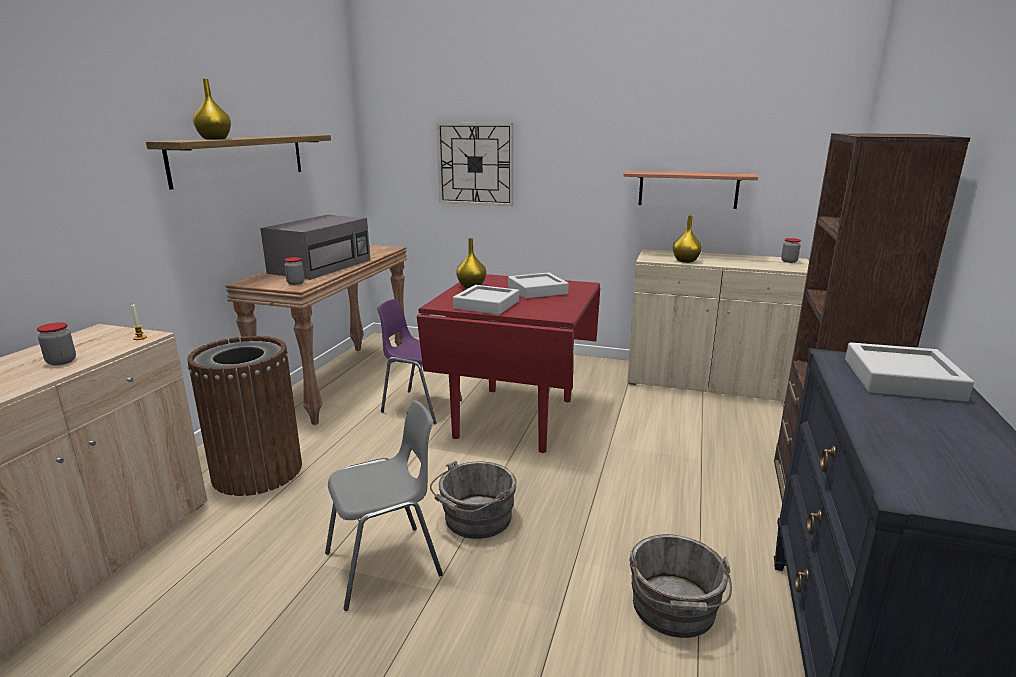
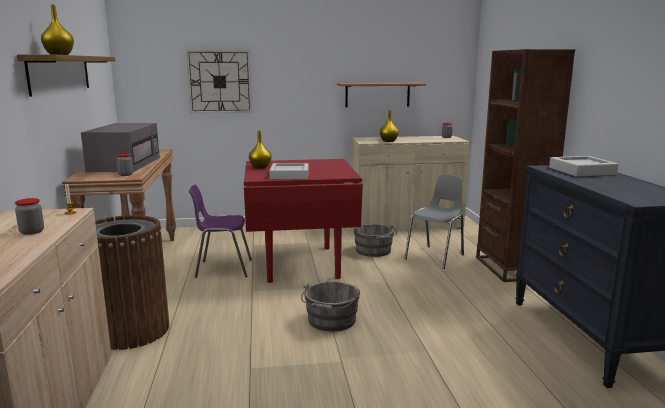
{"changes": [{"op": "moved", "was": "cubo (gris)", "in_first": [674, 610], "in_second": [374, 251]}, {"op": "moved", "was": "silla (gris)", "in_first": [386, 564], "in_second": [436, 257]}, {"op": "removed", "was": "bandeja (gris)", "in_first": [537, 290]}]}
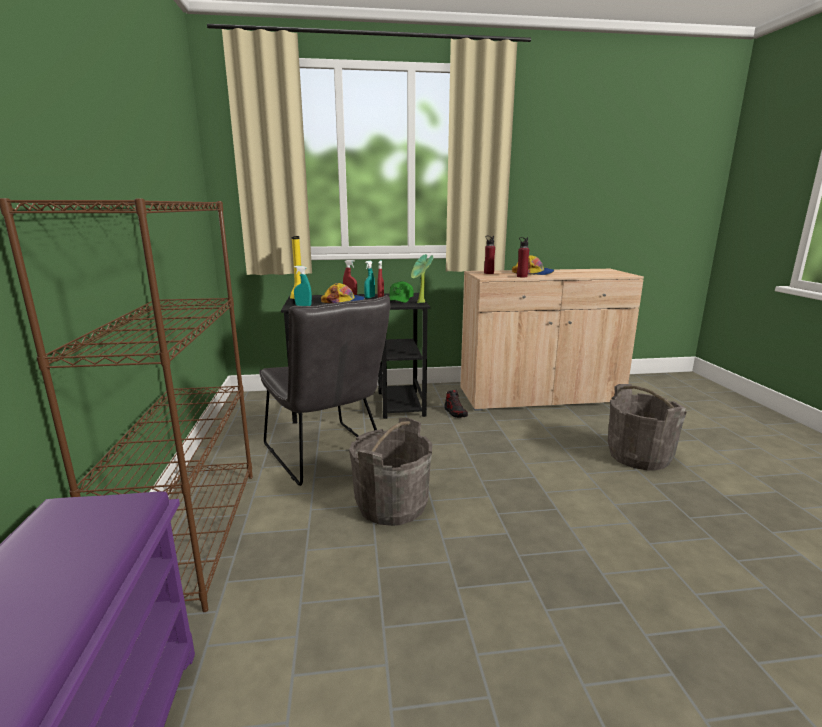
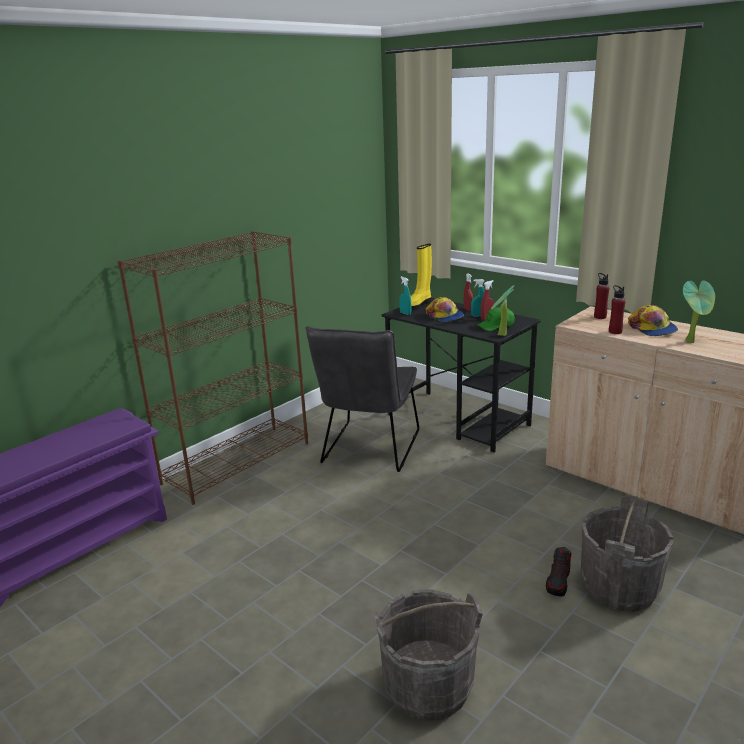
{"changes": [{"op": "moved", "was": "cubo (gris)", "in_first": [392, 505], "in_second": [428, 686]}, {"op": "moved", "was": "zapato", "in_first": [455, 412], "in_second": [558, 582]}, {"op": "added", "now": "planta en maceta", "in_second": [692, 341]}]}
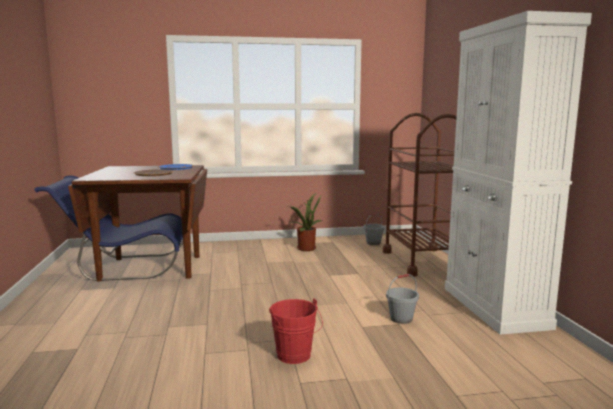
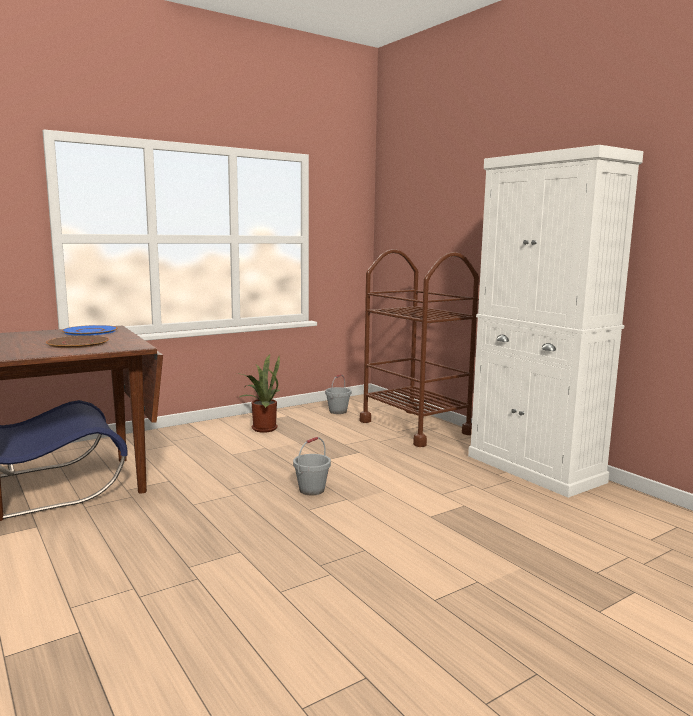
{"changes": [{"op": "moved", "was": "cubo (gris)", "in_first": [401, 319], "in_second": [311, 490]}, {"op": "removed", "was": "cubo (rojo)", "in_first": [295, 357]}]}
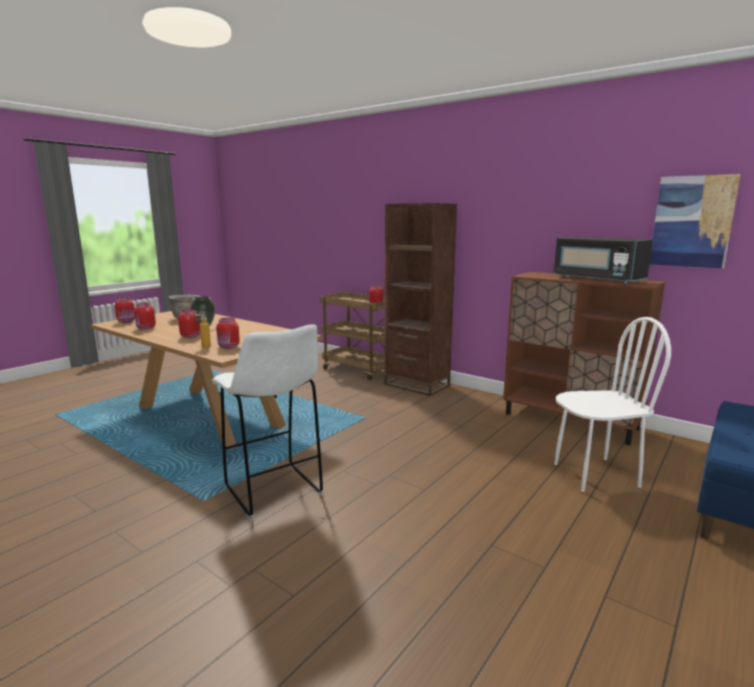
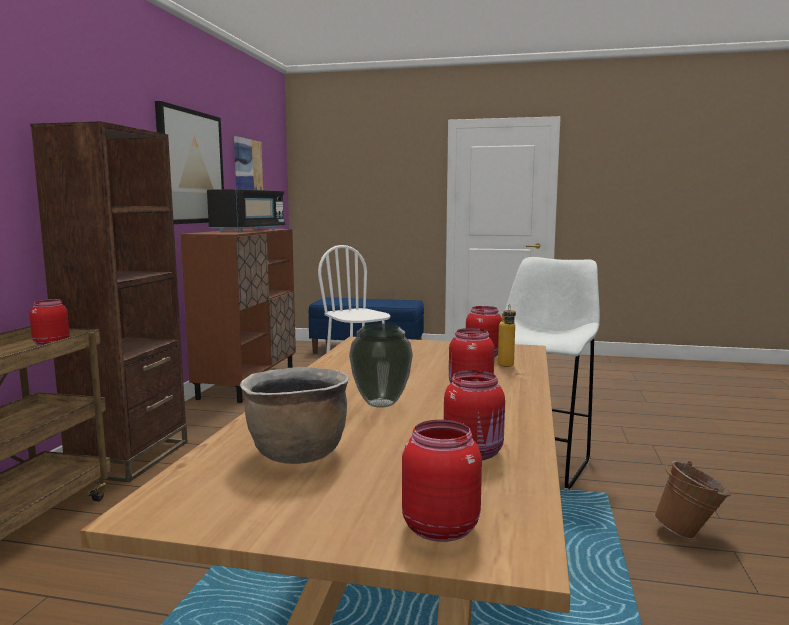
{"changes": [{"op": "added", "now": "cuadro", "in_second": [191, 167]}, {"op": "added", "now": "cubo (marrón)", "in_second": [689, 534]}]}
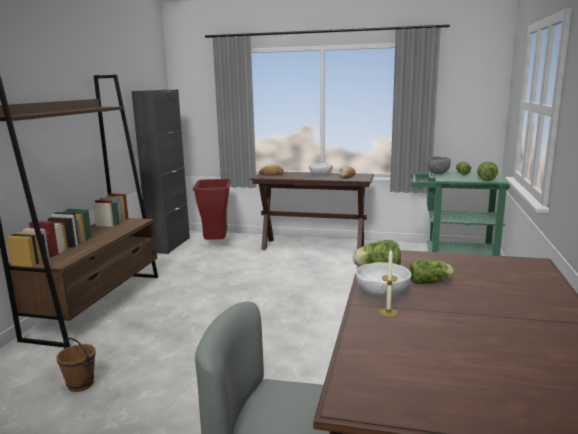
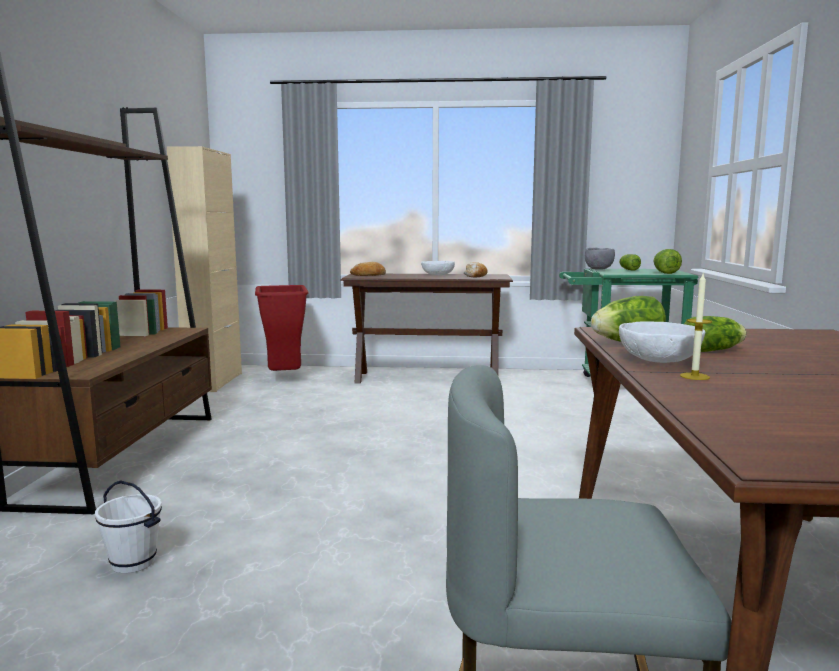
{"changes": [{"op": "recoloured", "was": "cubo (marrón)", "now": "cubo (blanco)", "in_first": [81, 384], "in_second": [134, 562]}, {"op": "recoloured", "was": "armario (negro)", "now": "armario (beis)", "in_first": [169, 245], "in_second": [214, 382]}]}
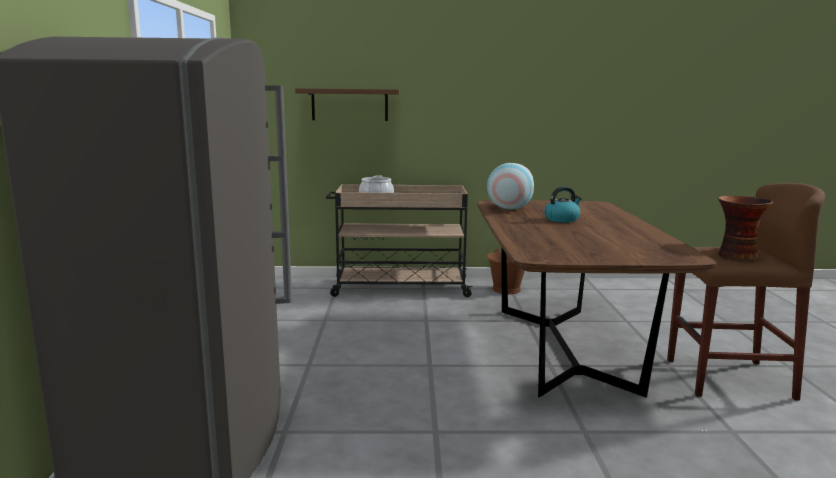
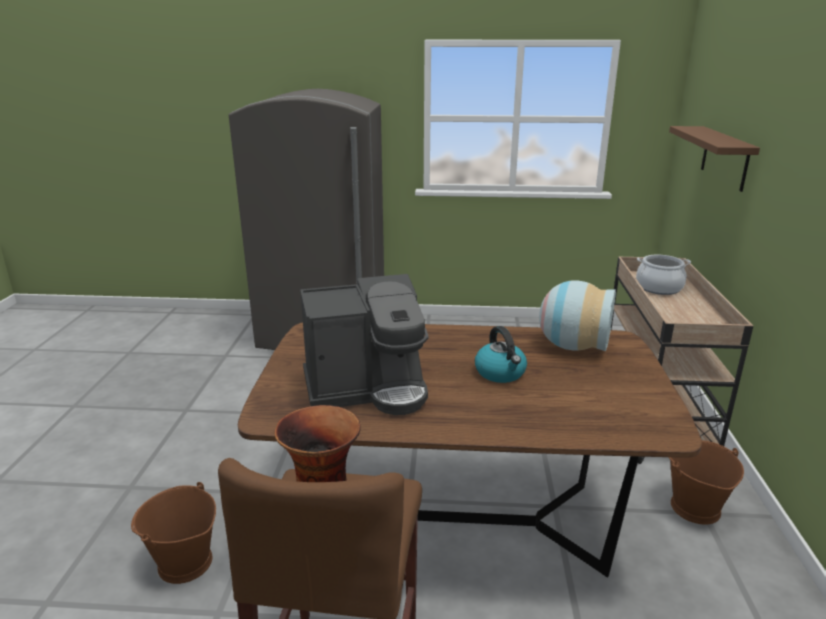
{"changes": [{"op": "added", "now": "cubo (marrón)", "in_second": [184, 563]}, {"op": "added", "now": "cafetera", "in_second": [368, 388]}]}
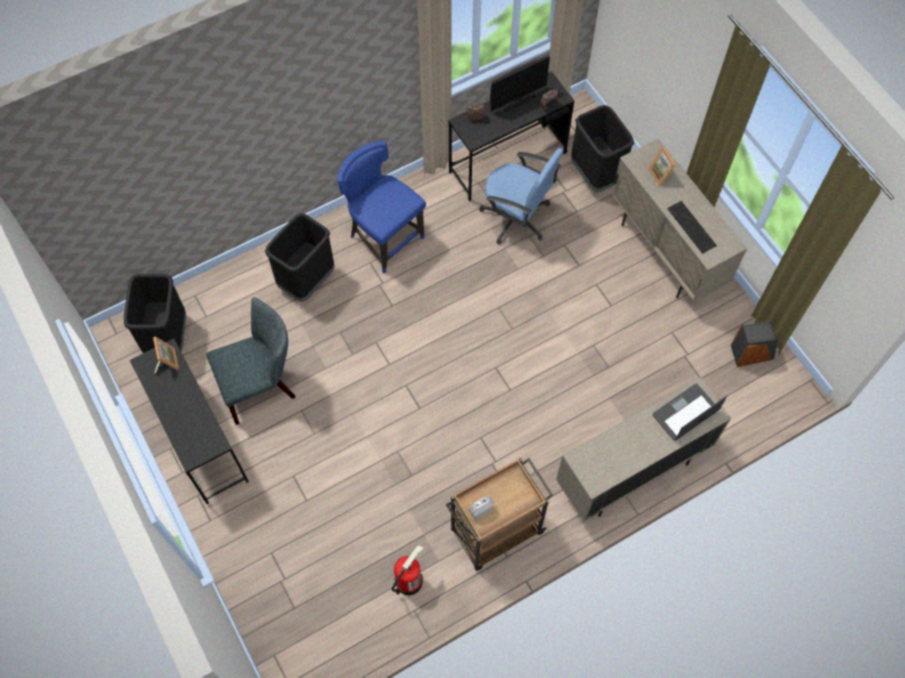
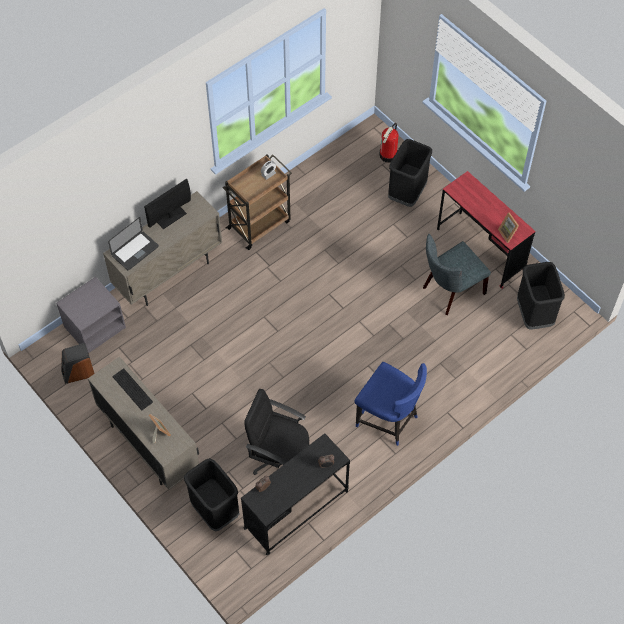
{"changes": [{"op": "added", "now": "mesita de noche (gris)", "in_second": [95, 326]}, {"op": "moved", "was": "monitor", "in_first": [517, 99], "in_second": [171, 217]}, {"op": "recoloured", "was": "silla de oficina (azul)", "now": "silla de oficina (negro)", "in_first": [516, 218], "in_second": [280, 457]}, {"op": "moved", "was": "extintor", "in_first": [408, 580], "in_second": [388, 155]}, {"op": "moved", "was": "papelera (negro)", "in_first": [306, 280], "in_second": [407, 194]}, {"op": "recoloured", "was": "escritorio (negro)", "now": "escritorio (rojo)", "in_first": [200, 439], "in_second": [480, 249]}]}
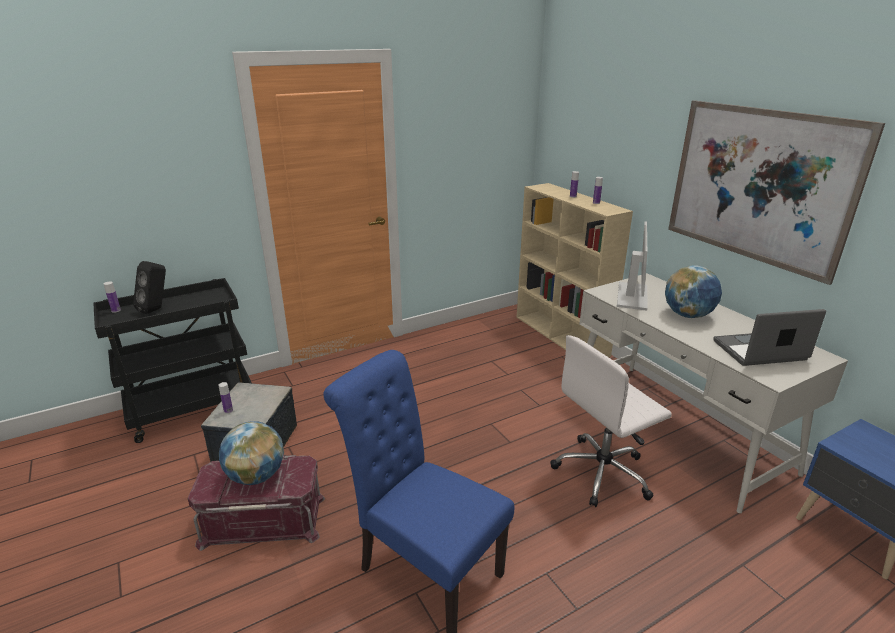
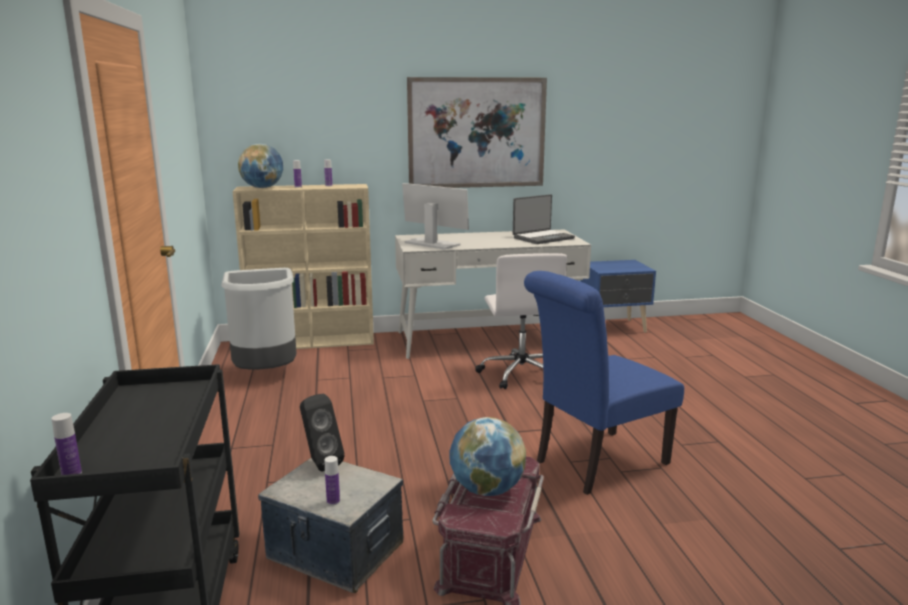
{"changes": [{"op": "added", "now": "papelera (gris)", "in_second": [266, 374]}, {"op": "moved", "was": "globo terráqueo", "in_first": [688, 315], "in_second": [263, 188]}, {"op": "moved", "was": "altavoz (negro)", "in_first": [156, 309], "in_second": [320, 463]}, {"op": "turned", "was": "portátil", "in_first": [760, 351], "in_second": [542, 238], "clockwise": -135}]}
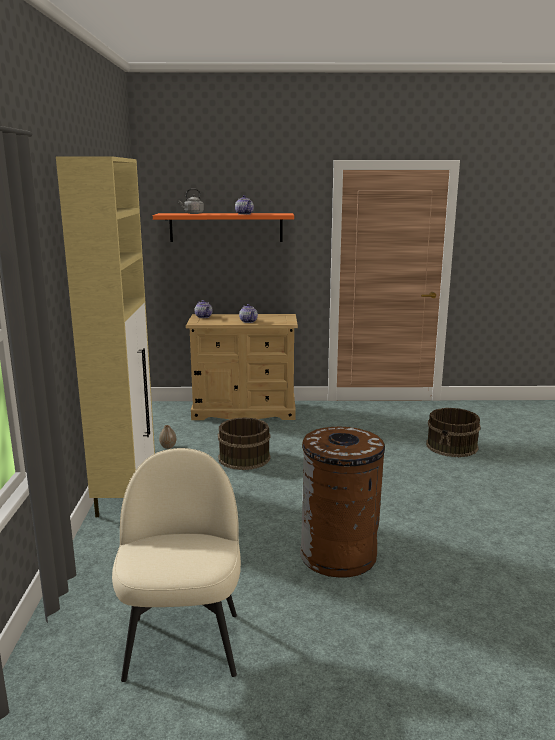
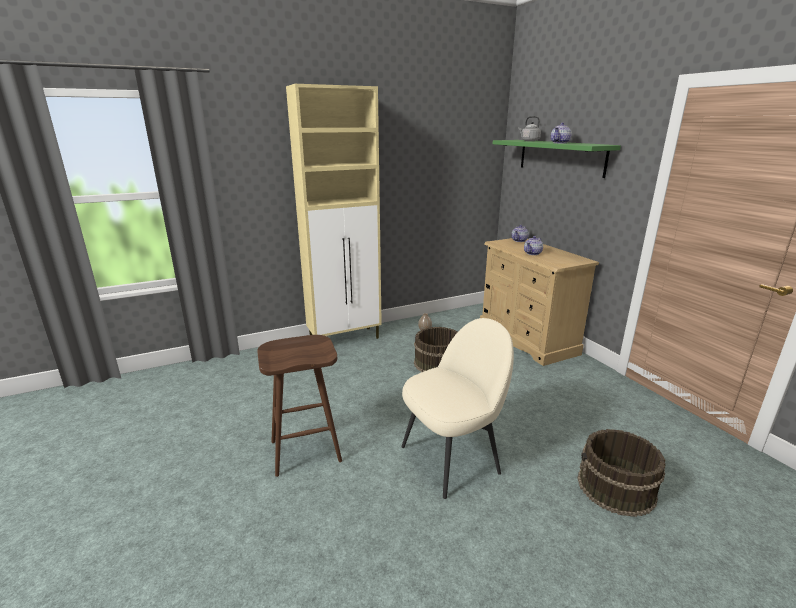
{"changes": [{"op": "replaced", "was": "papelera (marrón)", "now": "taburete (marrón)", "in_first": [338, 555], "in_second": [306, 450]}, {"op": "moved", "was": "silla (beis)", "in_first": [183, 642], "in_second": [452, 458]}, {"op": "recoloured", "was": "estante (naranja)", "now": "estante (verde)", "in_first": [226, 227], "in_second": [560, 157]}]}
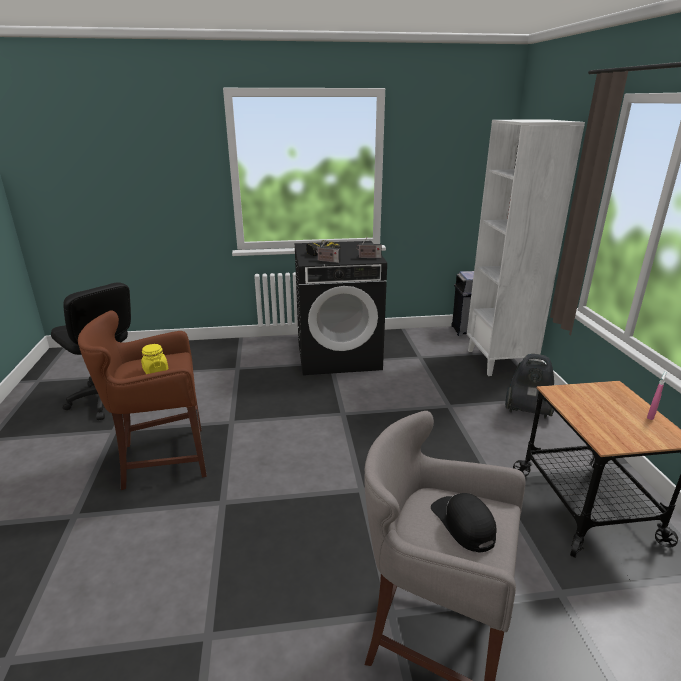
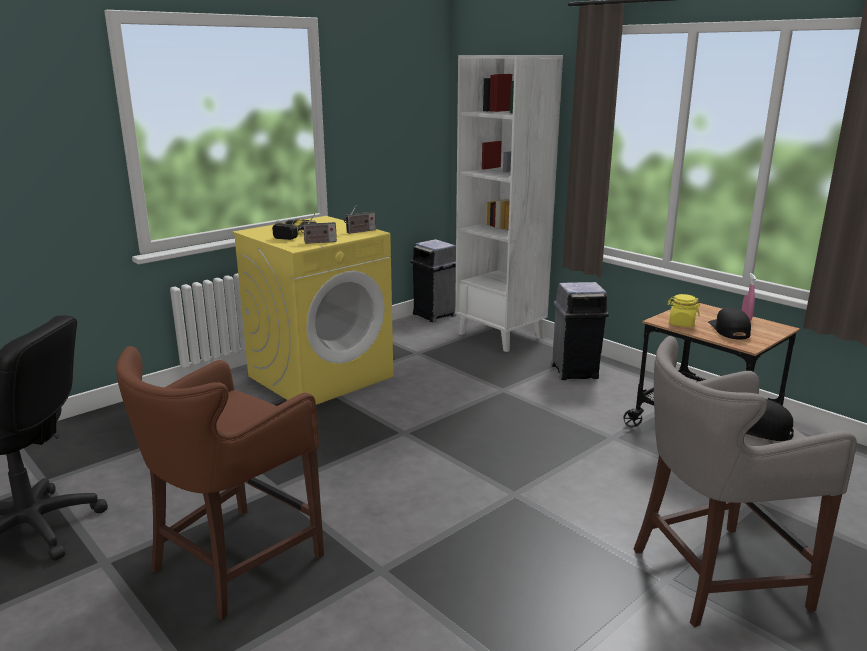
{"changes": [{"op": "recoloured", "was": "lavadora (negro)", "now": "lavadora (amarillo)", "in_first": [339, 355], "in_second": [321, 376]}, {"op": "replaced", "was": "aspiradora", "now": "papelera (gris)", "in_first": [527, 410], "in_second": [575, 371]}, {"op": "moved", "was": "tarro (amarillo)", "in_first": [155, 370], "in_second": [681, 324]}, {"op": "added", "now": "gorra (negro)", "in_second": [729, 330]}]}
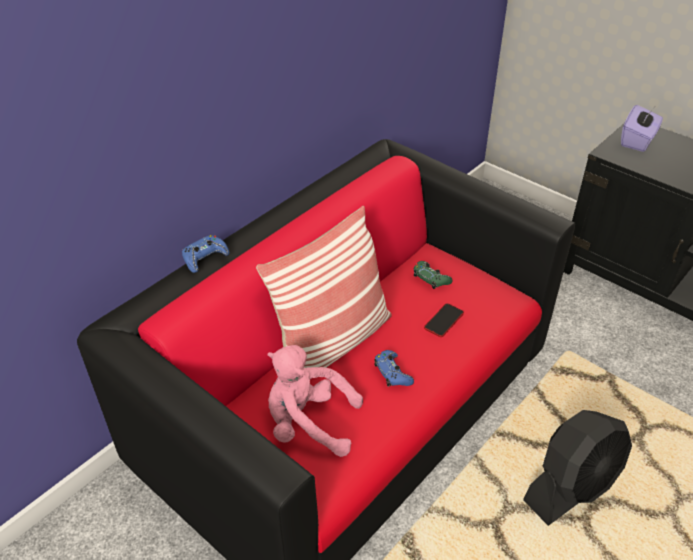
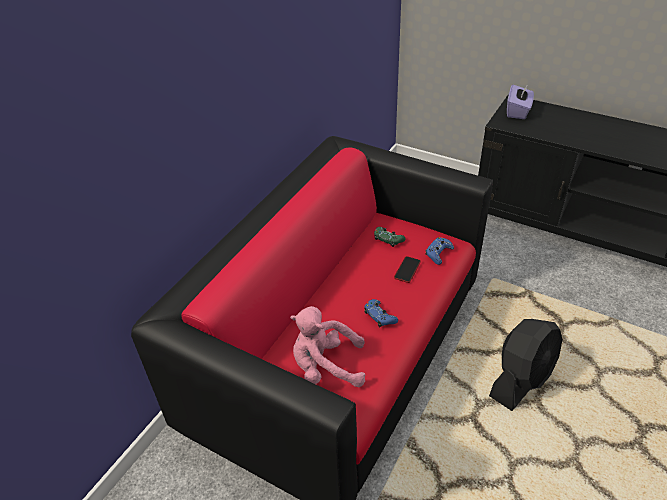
{"changes": [{"op": "moved", "was": "mando de consola (azul)", "in_first": [205, 258], "in_second": [438, 253]}, {"op": "removed", "was": "cojín", "in_first": [333, 342]}]}
